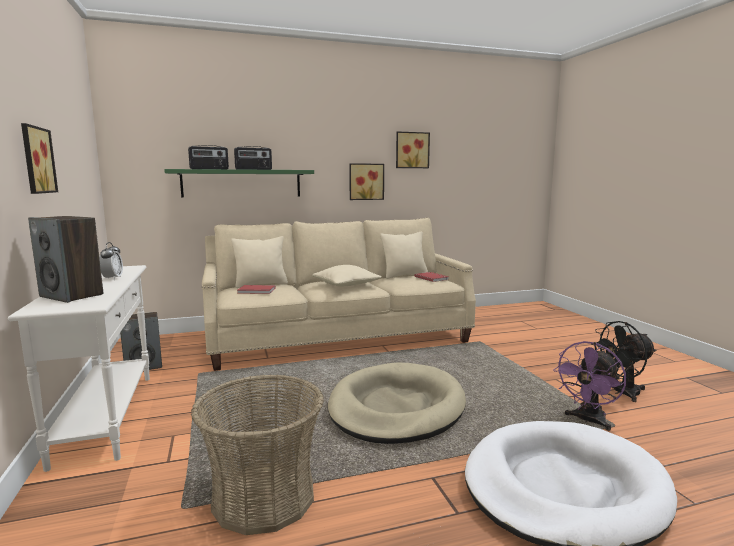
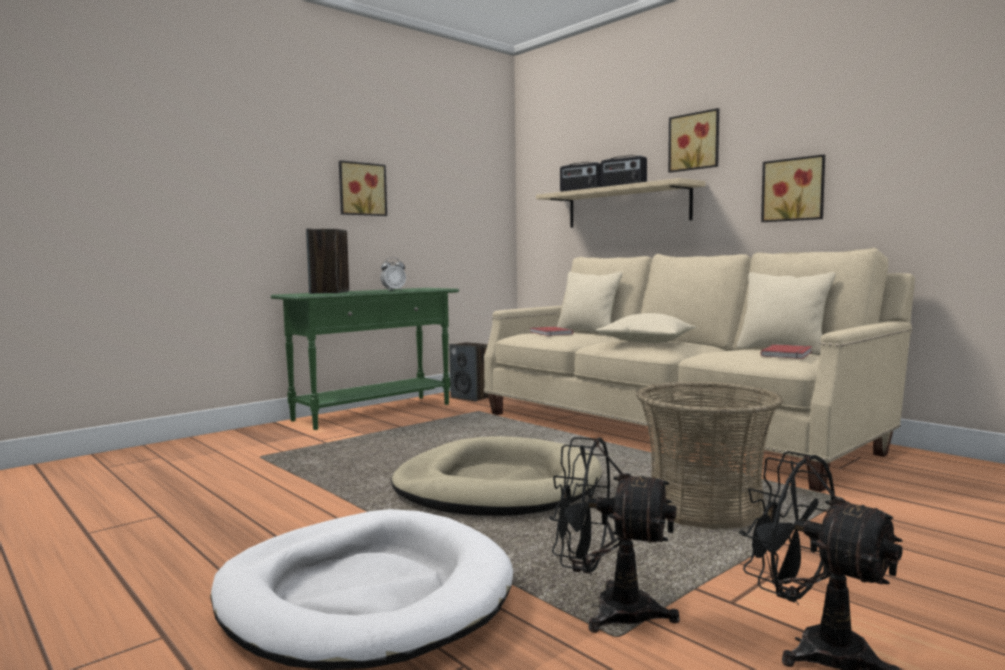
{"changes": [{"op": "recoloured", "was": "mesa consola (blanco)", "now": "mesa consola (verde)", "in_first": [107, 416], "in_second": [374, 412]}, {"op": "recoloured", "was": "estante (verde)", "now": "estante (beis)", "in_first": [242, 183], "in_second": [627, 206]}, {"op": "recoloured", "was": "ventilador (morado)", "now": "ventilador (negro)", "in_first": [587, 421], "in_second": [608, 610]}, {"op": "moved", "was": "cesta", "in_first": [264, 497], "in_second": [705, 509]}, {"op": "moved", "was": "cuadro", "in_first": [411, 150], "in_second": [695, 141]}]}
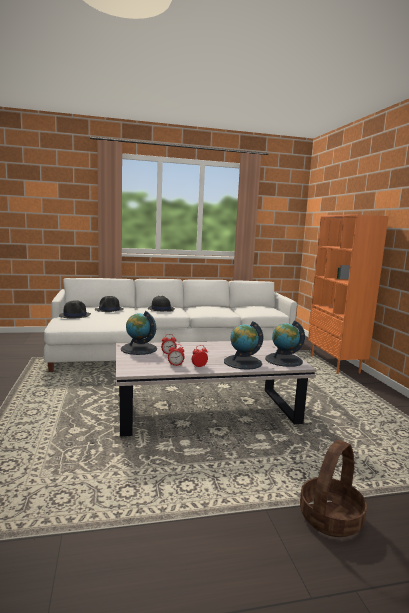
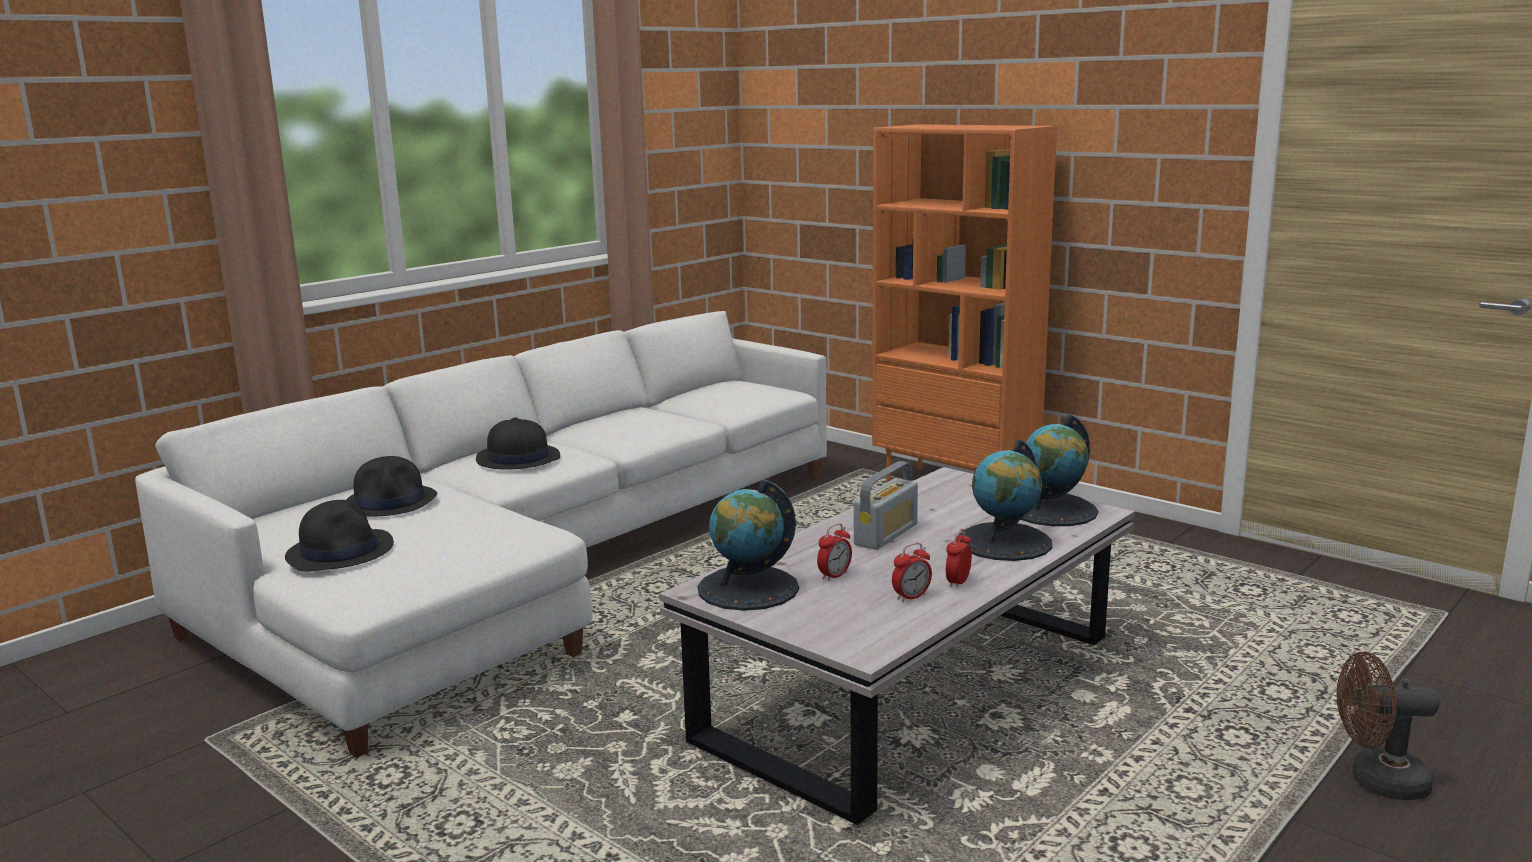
{"changes": [{"op": "added", "now": "radio", "in_second": [886, 534]}, {"op": "replaced", "was": "cesta", "now": "ventilador (marrón)", "in_first": [330, 518], "in_second": [1377, 781]}]}
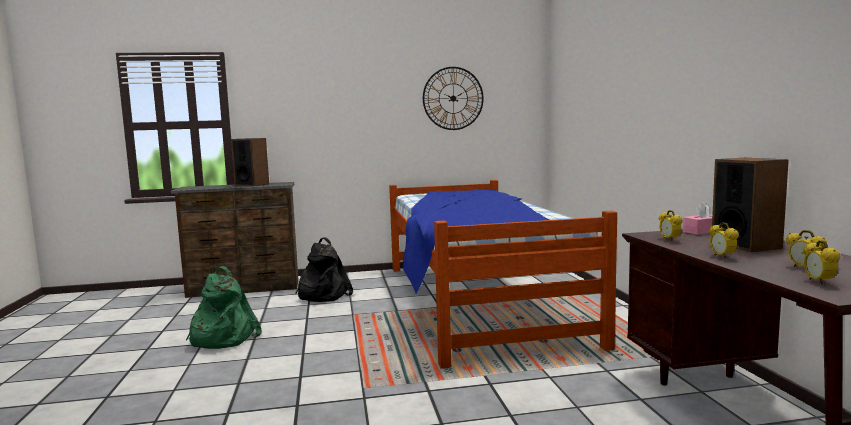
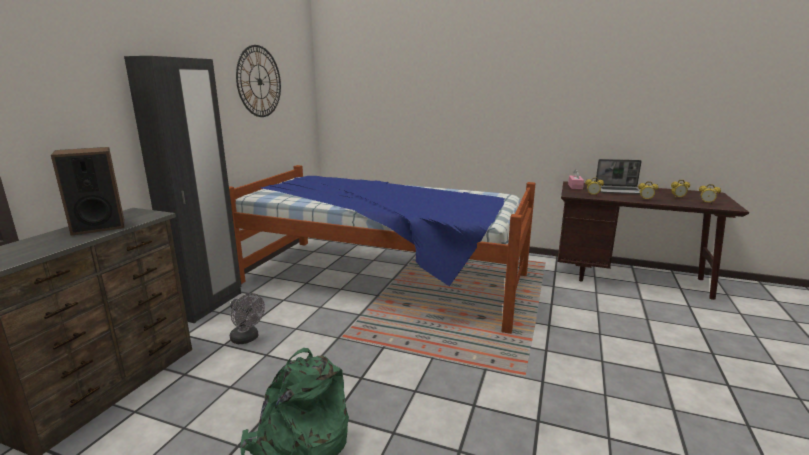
{"changes": [{"op": "added", "now": "armario ropero (negro)", "in_second": [209, 305]}, {"op": "replaced", "was": "mochila (negro)", "now": "ventilador (gris)", "in_first": [322, 295], "in_second": [247, 339]}, {"op": "replaced", "was": "altavoz", "now": "portátil", "in_first": [746, 245], "in_second": [620, 191]}]}
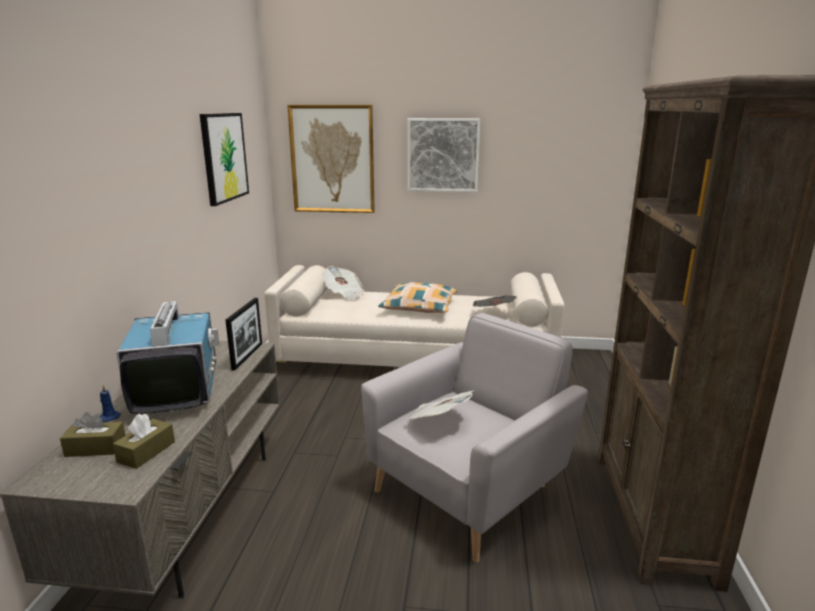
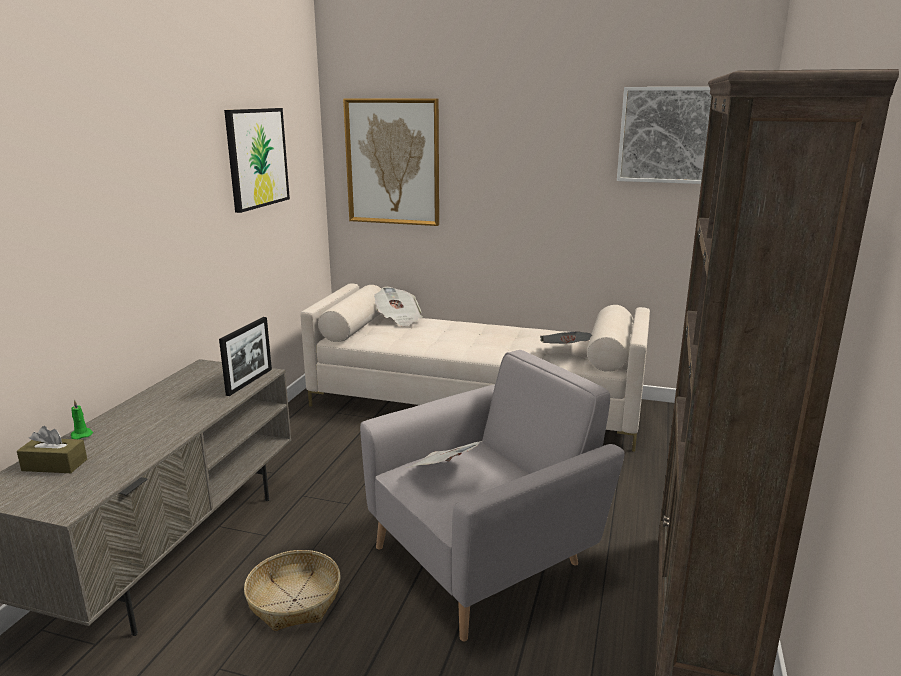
{"changes": [{"op": "recoloured", "was": "vela (azul)", "now": "vela (verde)", "in_first": [109, 417], "in_second": [81, 435]}, {"op": "added", "now": "cesta", "in_second": [294, 600]}, {"op": "moved", "was": "cuadro", "in_first": [443, 155], "in_second": [667, 135]}, {"op": "removed", "was": "caja de pañuelos (marrón)", "in_first": [146, 452]}, {"op": "removed", "was": "televisor", "in_first": [177, 388]}, {"op": "removed", "was": "cojín", "in_first": [419, 307]}]}
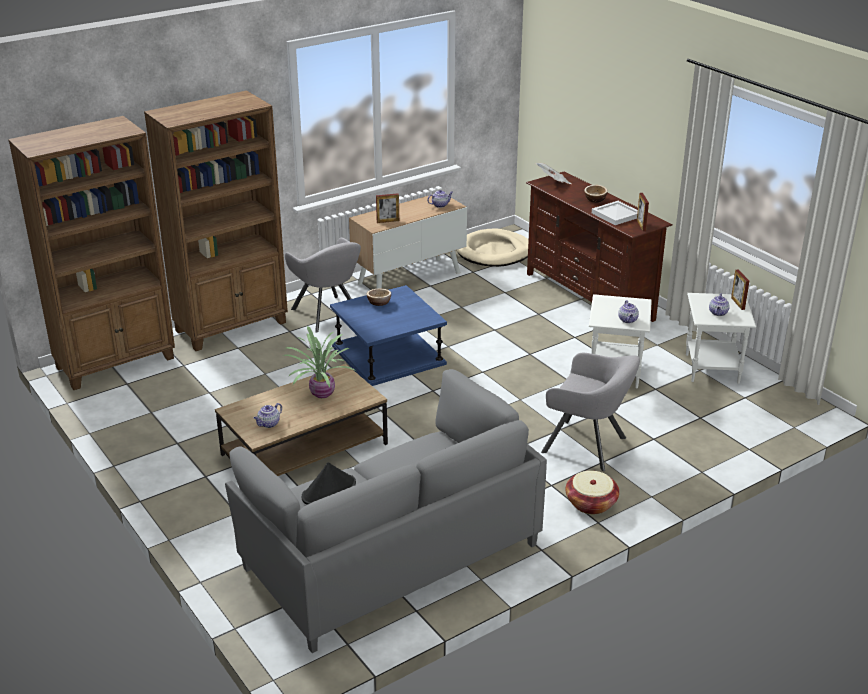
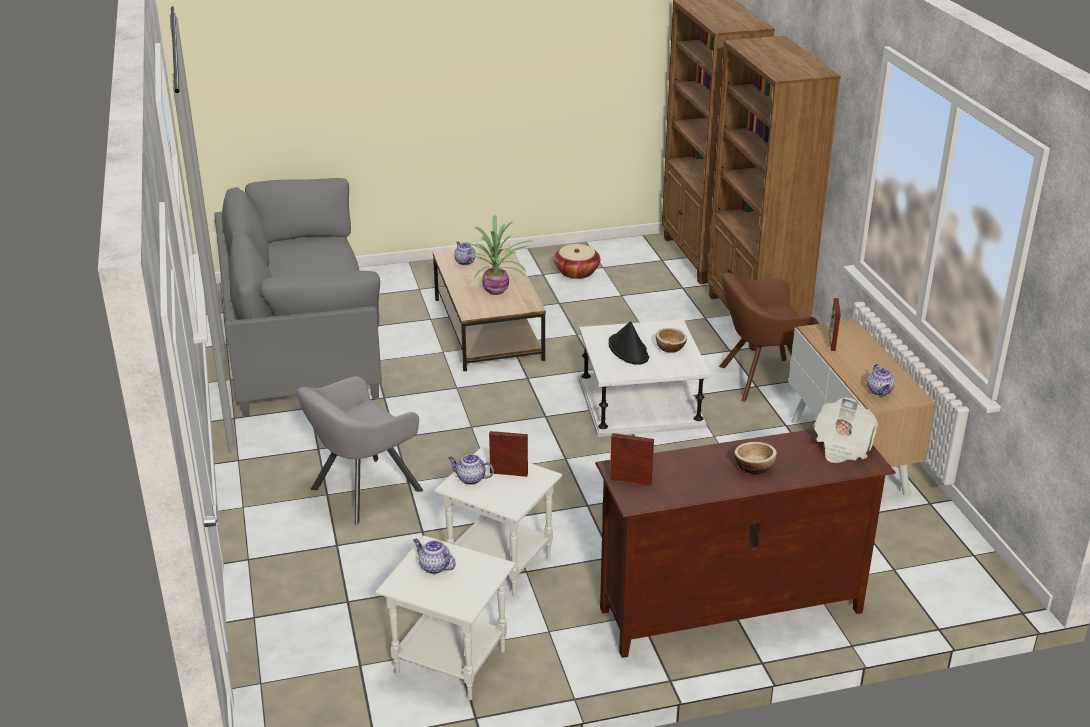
{"changes": [{"op": "moved", "was": "portarretratos", "in_first": [737, 303], "in_second": [509, 473]}, {"op": "moved", "was": "cesta", "in_first": [591, 503], "in_second": [576, 272]}, {"op": "recoloured", "was": "mesa auxiliar (azul)", "now": "mesa auxiliar (blanco)", "in_first": [388, 355], "in_second": [640, 402]}, {"op": "moved", "was": "sombrero (negro)", "in_first": [329, 490], "in_second": [628, 350]}, {"op": "recoloured", "was": "sillón (gris)", "now": "sillón (marrón)", "in_first": [328, 315], "in_second": [760, 379]}, {"op": "removed", "was": "cama para perro (beis)", "in_first": [494, 252]}, {"op": "removed", "was": "bandeja (blanco)", "in_first": [616, 214]}]}
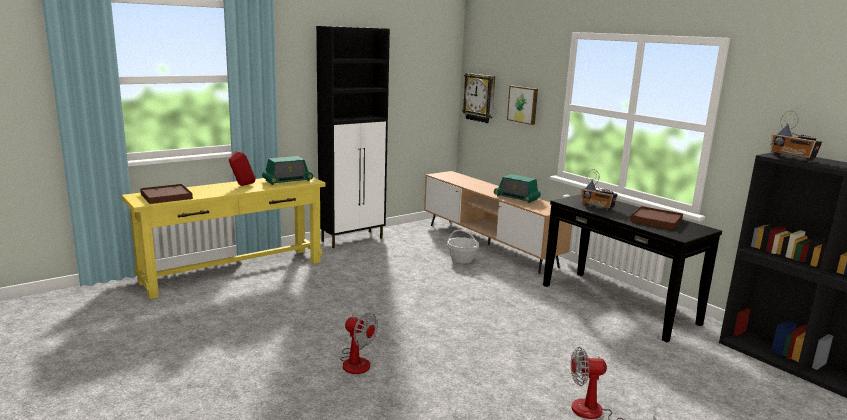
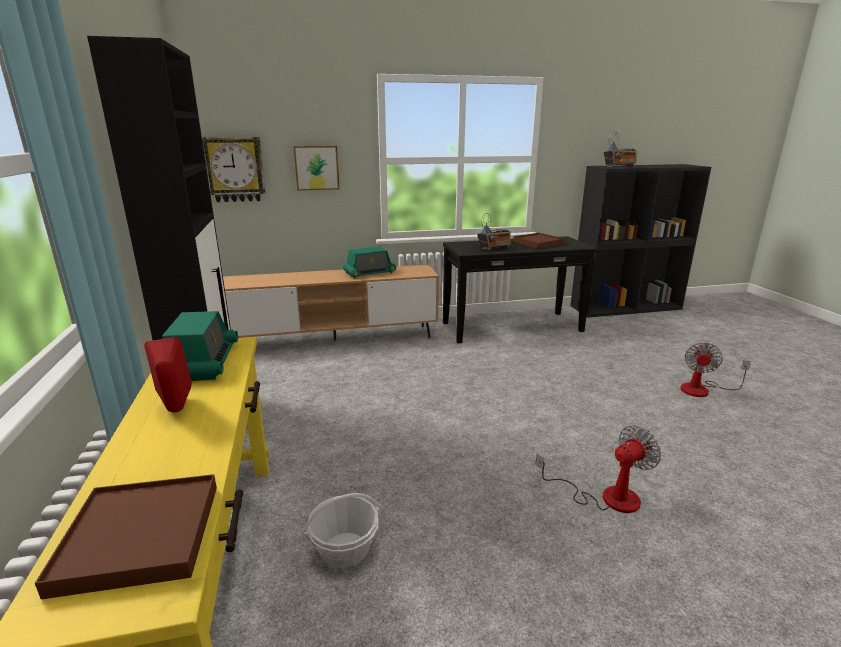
{"changes": [{"op": "moved", "was": "cesta", "in_first": [462, 259], "in_second": [345, 550]}]}
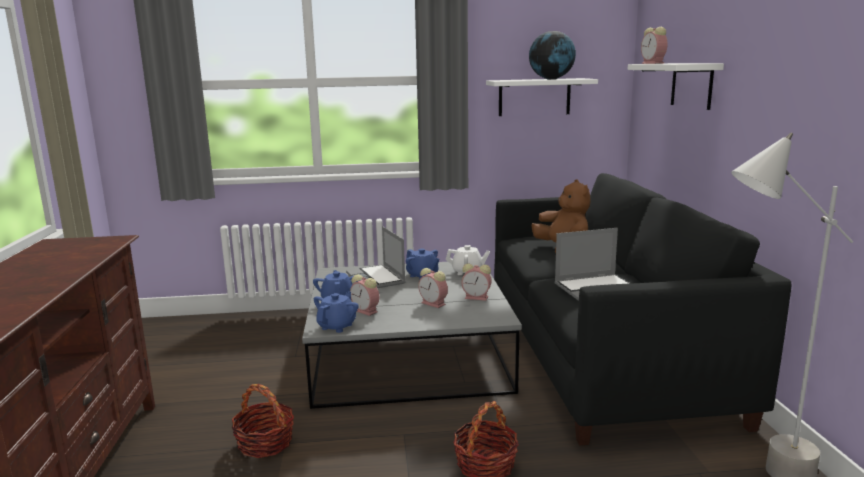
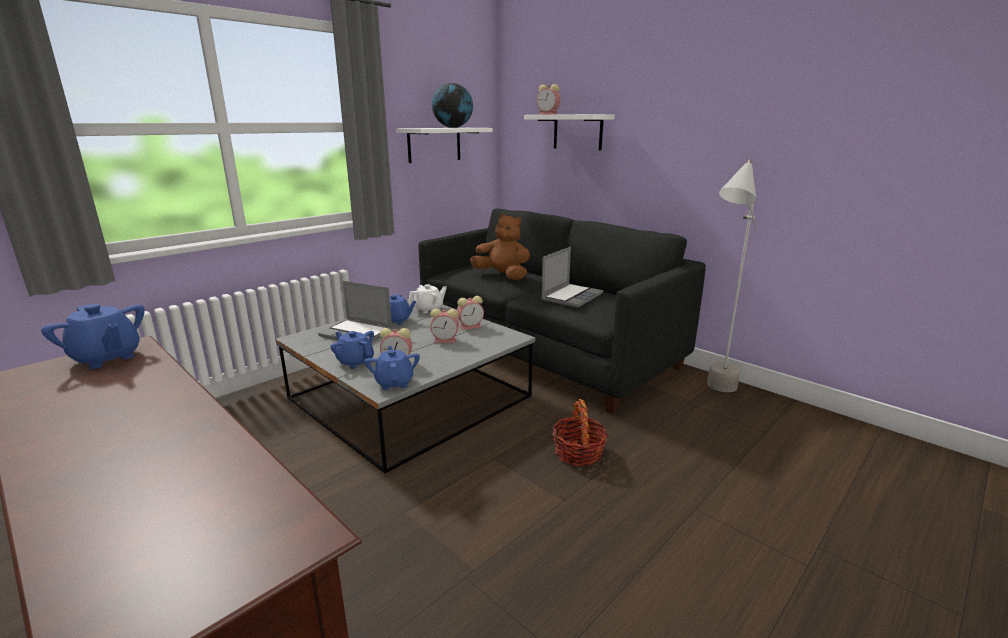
{"changes": [{"op": "added", "now": "tetera (azul)", "in_second": [107, 358]}, {"op": "removed", "was": "cesta", "in_first": [265, 443]}]}
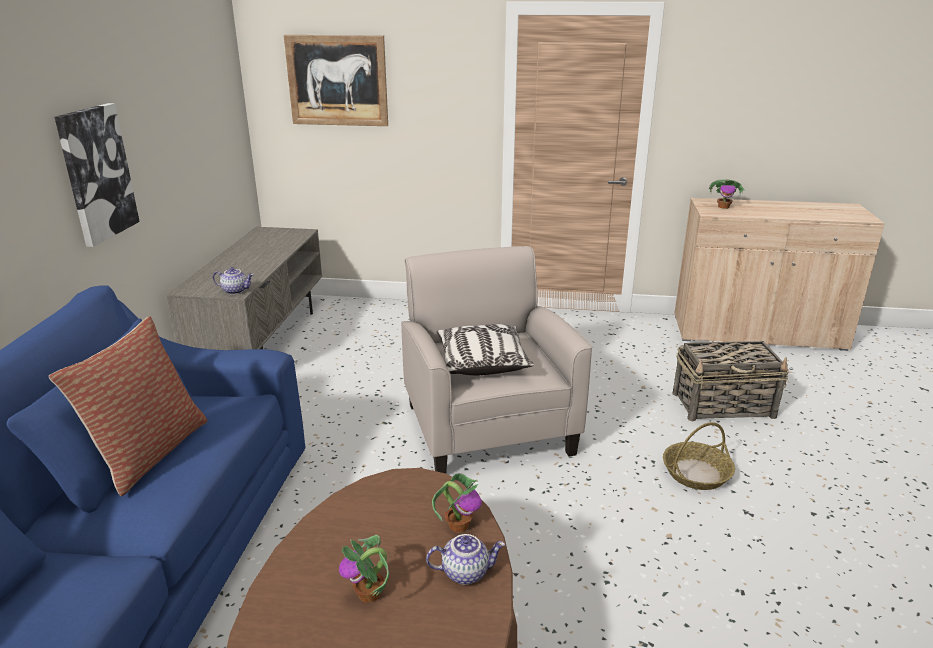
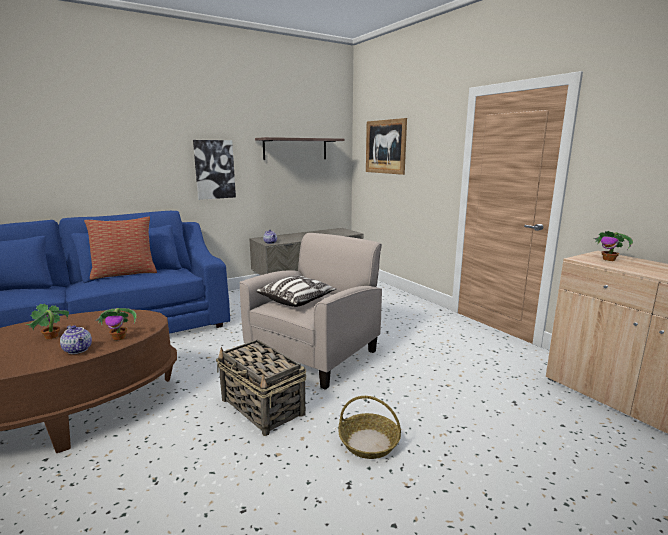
{"changes": [{"op": "moved", "was": "cesta", "in_first": [724, 405], "in_second": [263, 407]}, {"op": "added", "now": "estante", "in_second": [295, 149]}]}
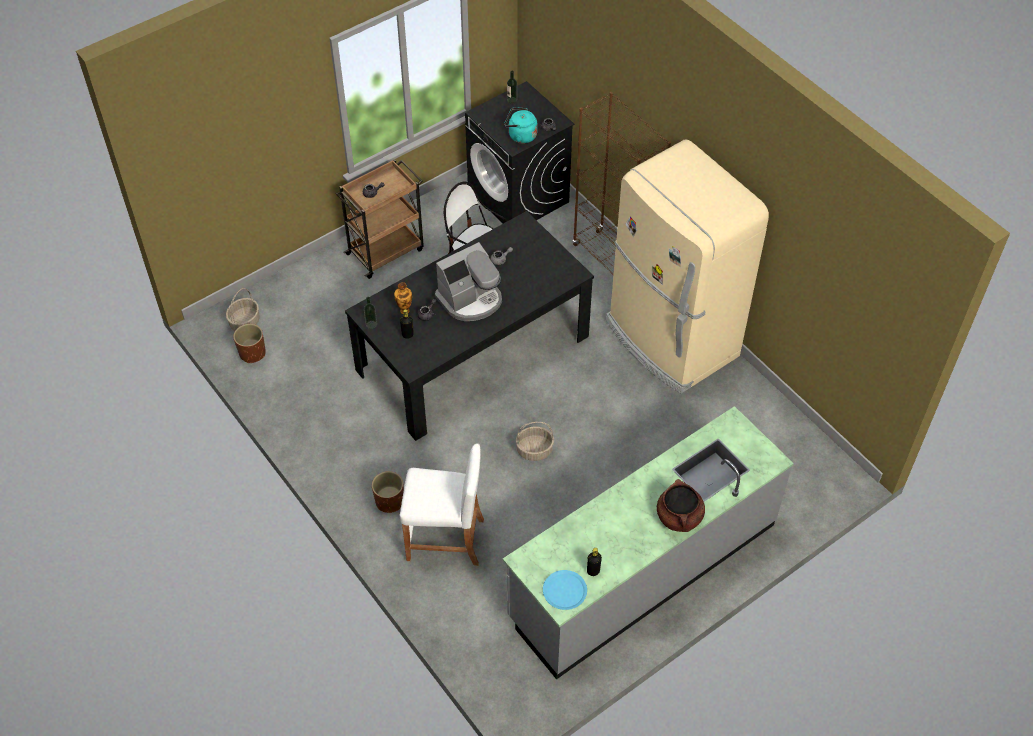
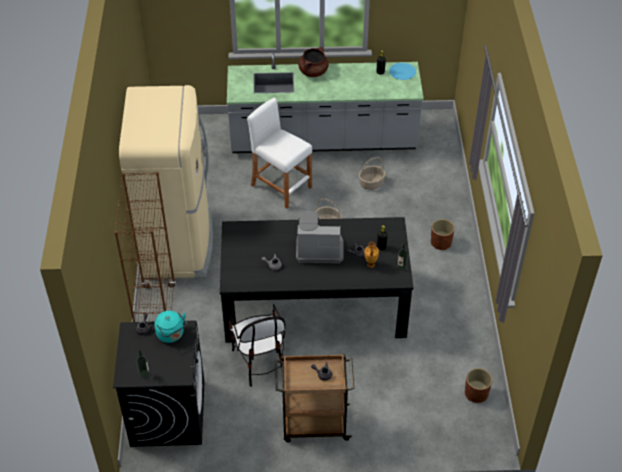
{"changes": [{"op": "moved", "was": "taburete (blanco)", "in_first": [445, 539], "in_second": [281, 186]}, {"op": "moved", "was": "cesta", "in_first": [245, 322], "in_second": [371, 183]}]}
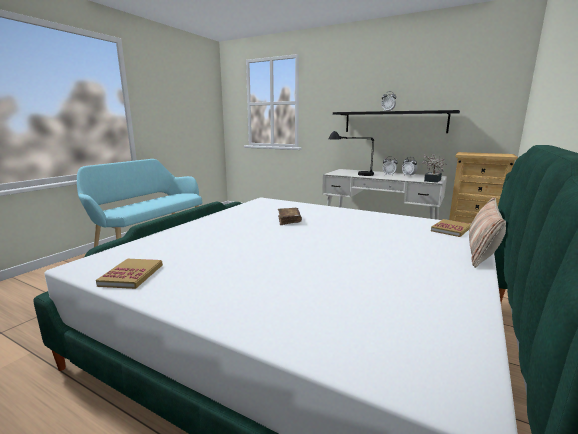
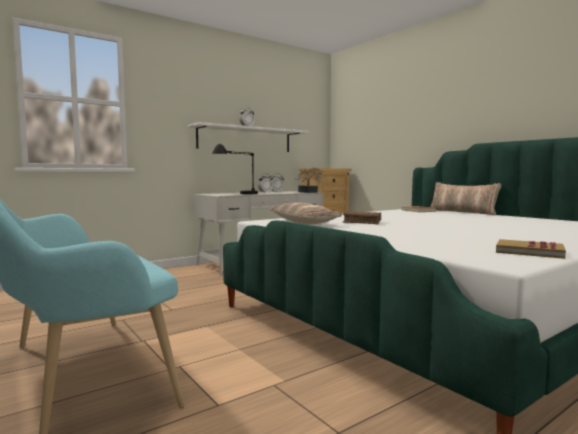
{"changes": [{"op": "recoloured", "was": "estante (negro)", "now": "estante (blanco)", "in_first": [394, 122], "in_second": [245, 139]}, {"op": "added", "now": "cojín", "in_second": [303, 222]}]}
